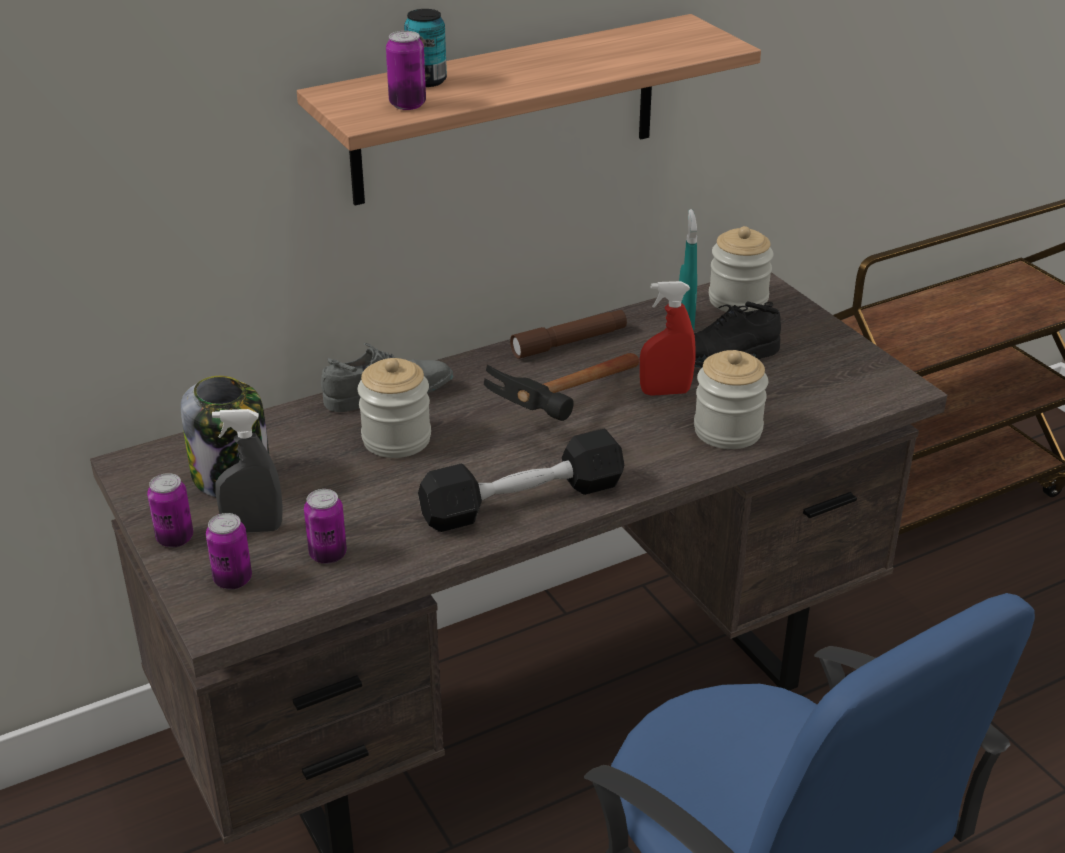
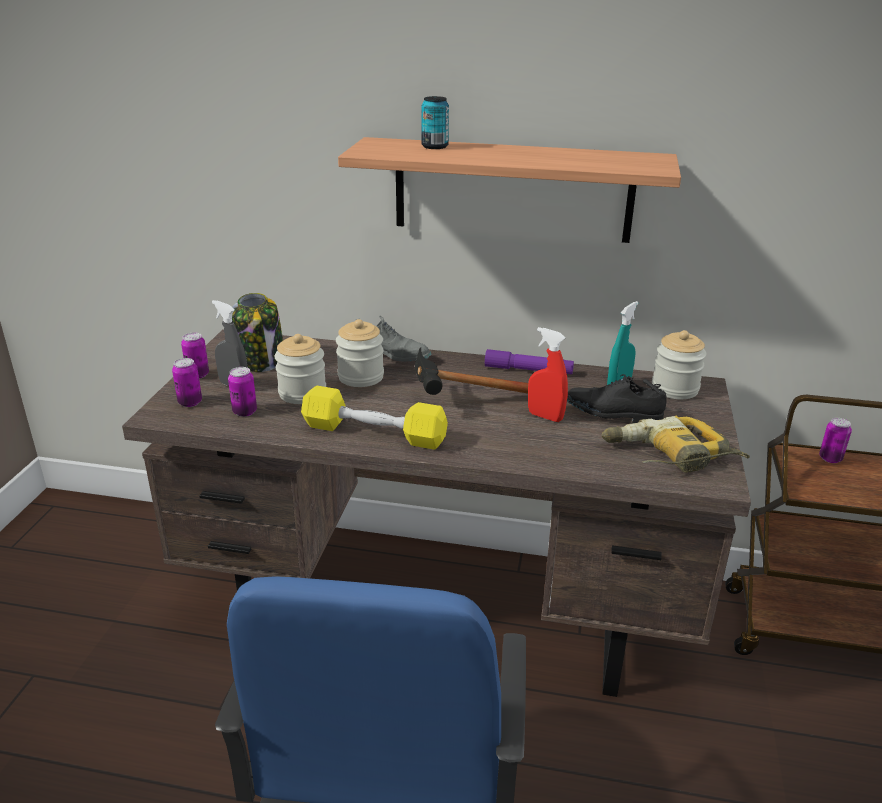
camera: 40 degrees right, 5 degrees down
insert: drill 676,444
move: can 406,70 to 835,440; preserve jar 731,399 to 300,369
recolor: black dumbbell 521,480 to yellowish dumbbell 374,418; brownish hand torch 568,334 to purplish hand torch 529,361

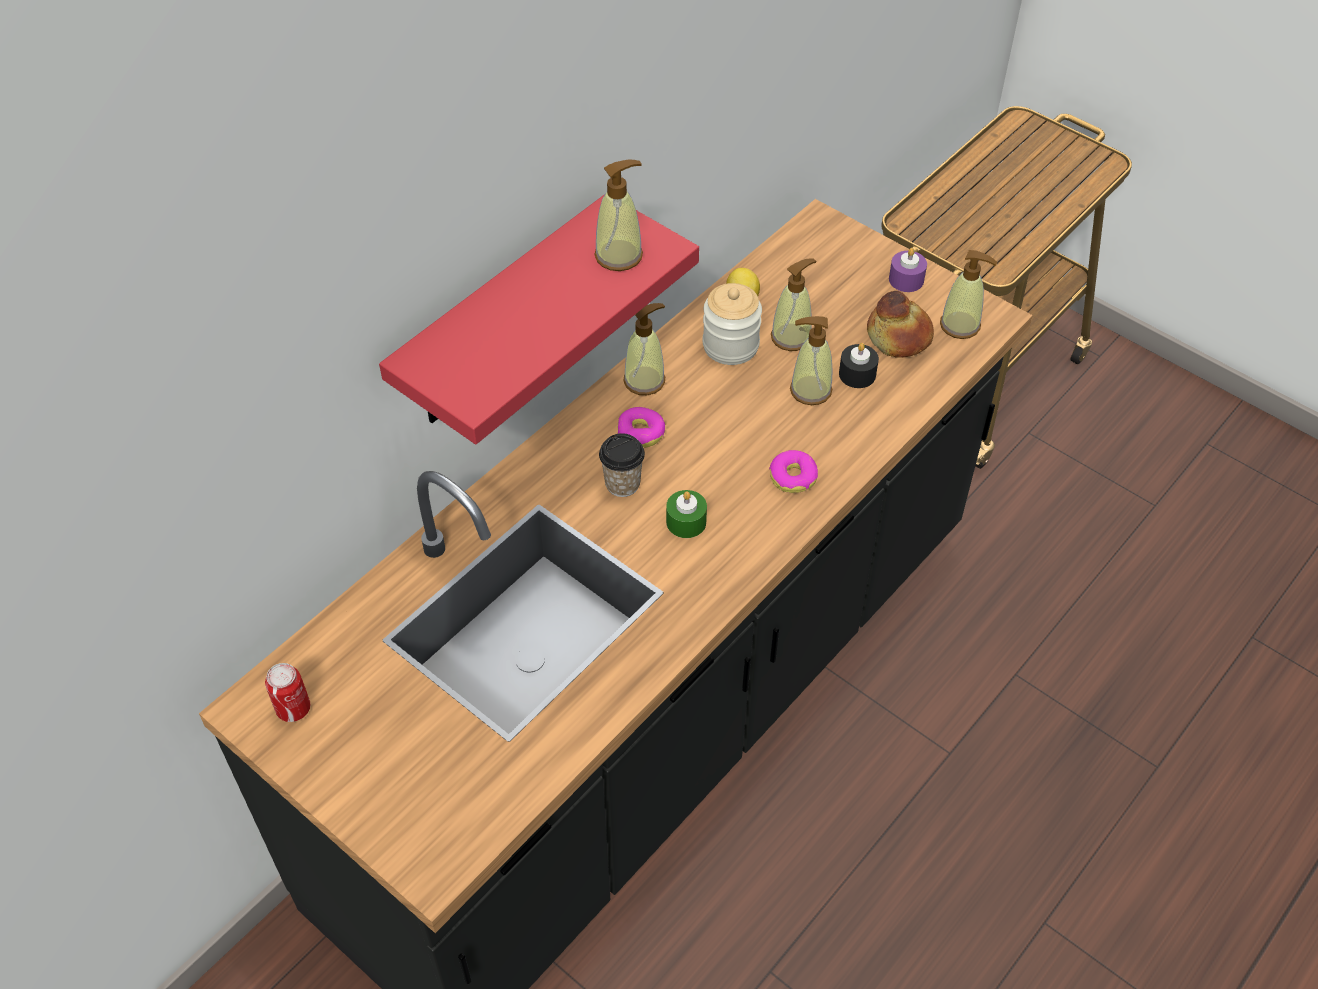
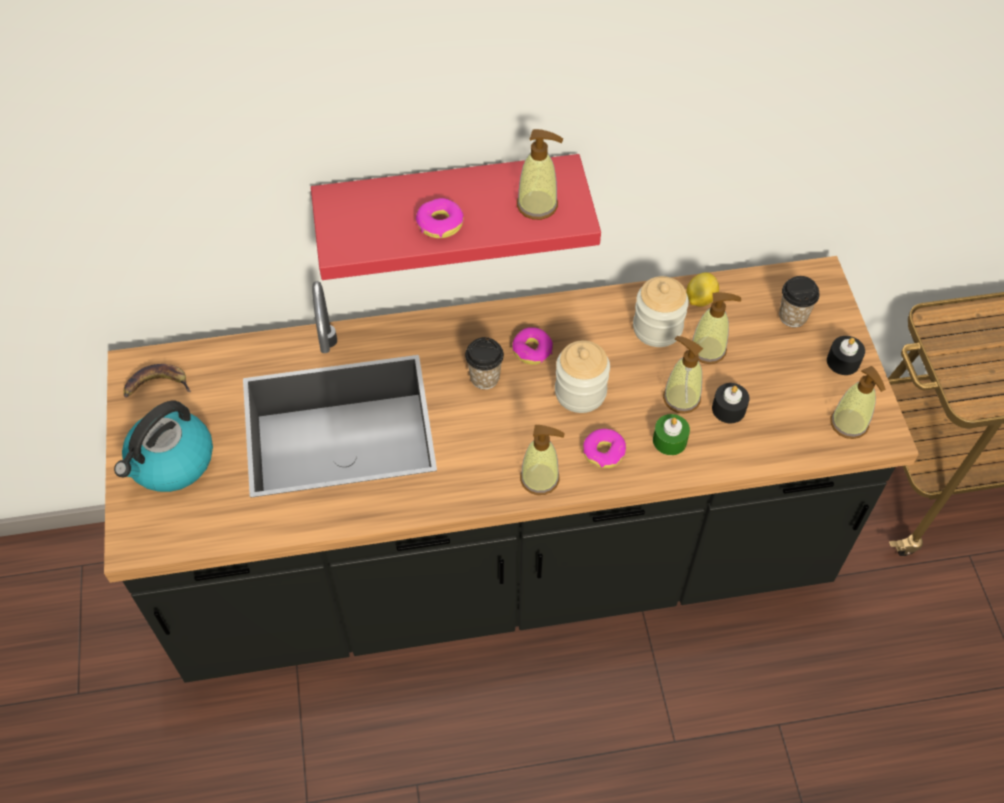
camera: 40 degrees right, 5 degrees up
delete: bread 900,324
insert: kettle 163,446; doughnut 440,218; preserve jar 582,377; drinking cup 799,301
move: soap bottle 644,349 to 542,460; green-coloured wax light 686,514 to 671,434
replace: can 287,692 to whole banana 157,381
recolor: purplish wax light 908,270 to black wax light 846,355

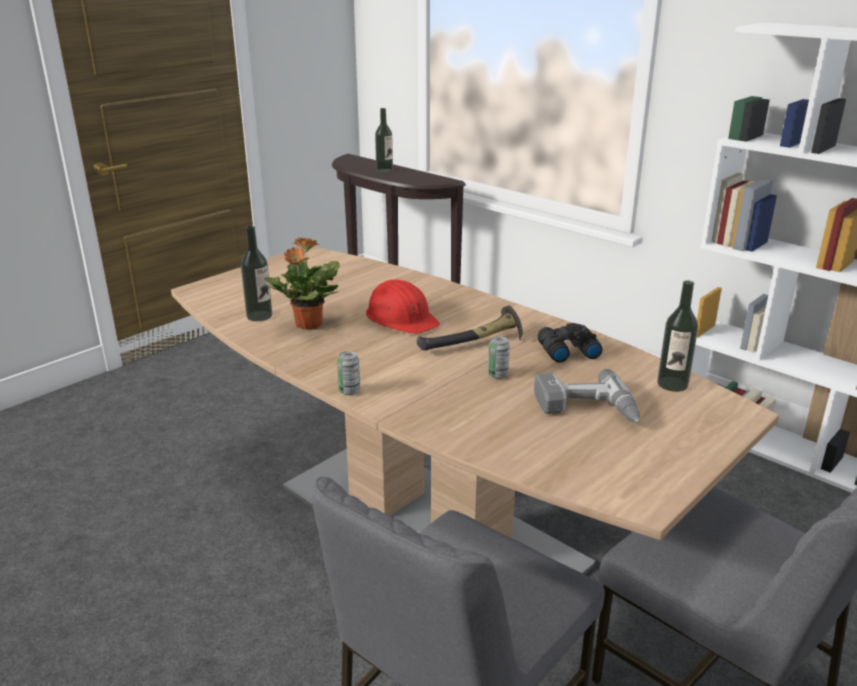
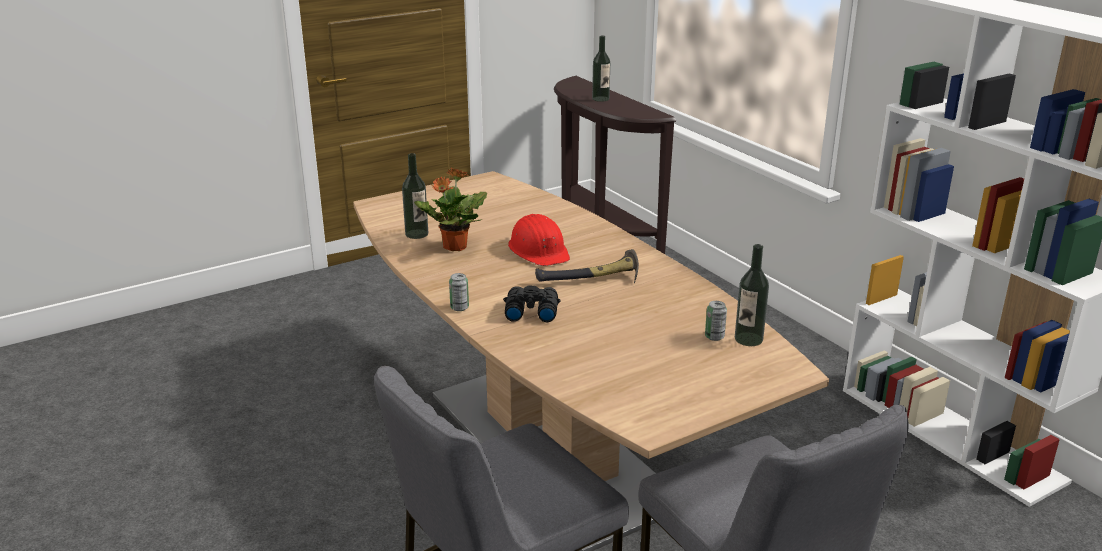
camera: 15 degrees right, 0 degrees up
delete: drill 587,396
move: can 499,357 to 716,321; black field glasses 569,343 to 532,304

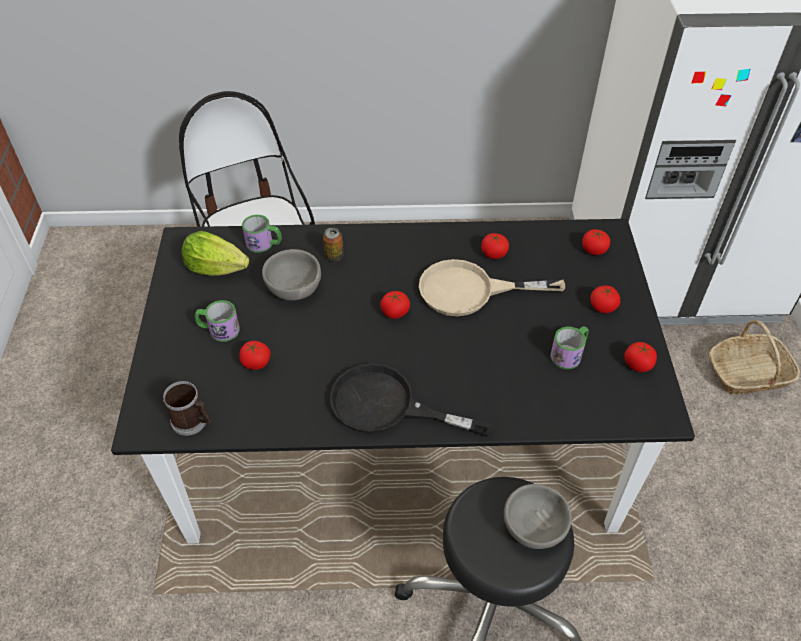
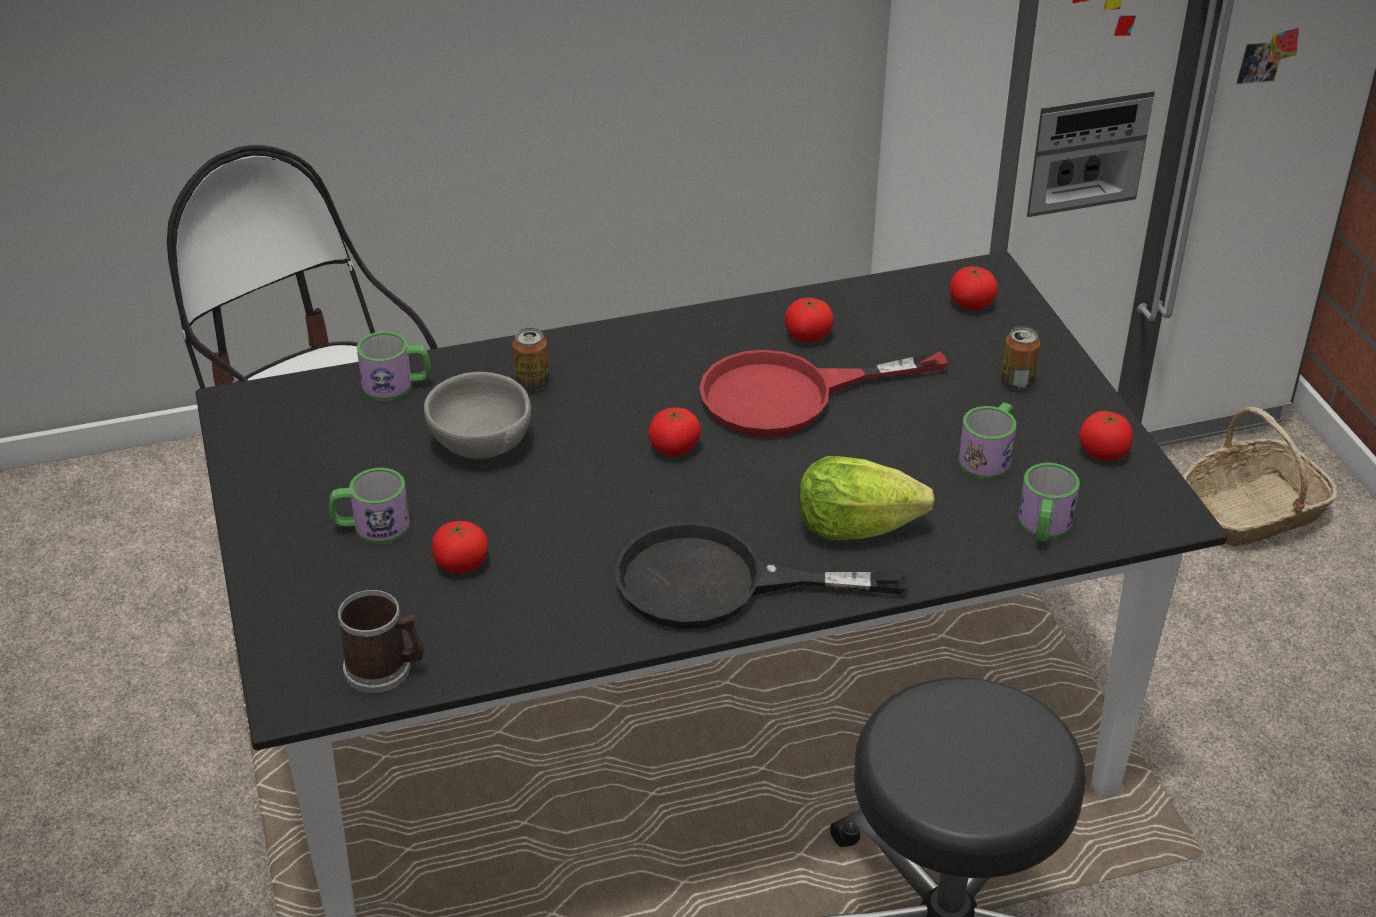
camera: 15 degrees left, 10 degrees down
delete: greyish deep dish 538,516
insert: tea mug 1049,502
move: lettuce 215,253 to 867,498
replace: fresh tomato 605,299 to can 1020,358
recolor: sand-coloured frying pan 492,287 to red frying pan 823,393

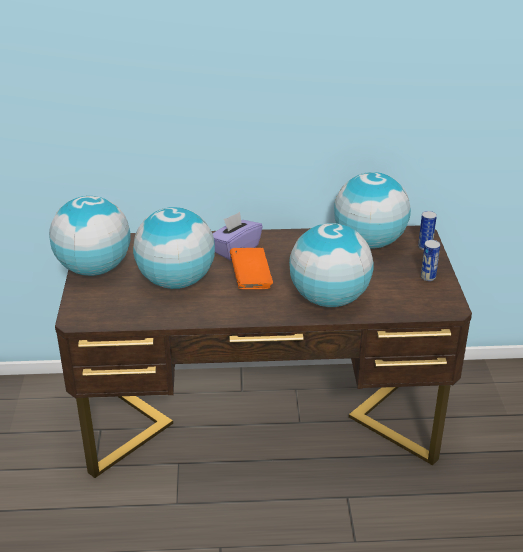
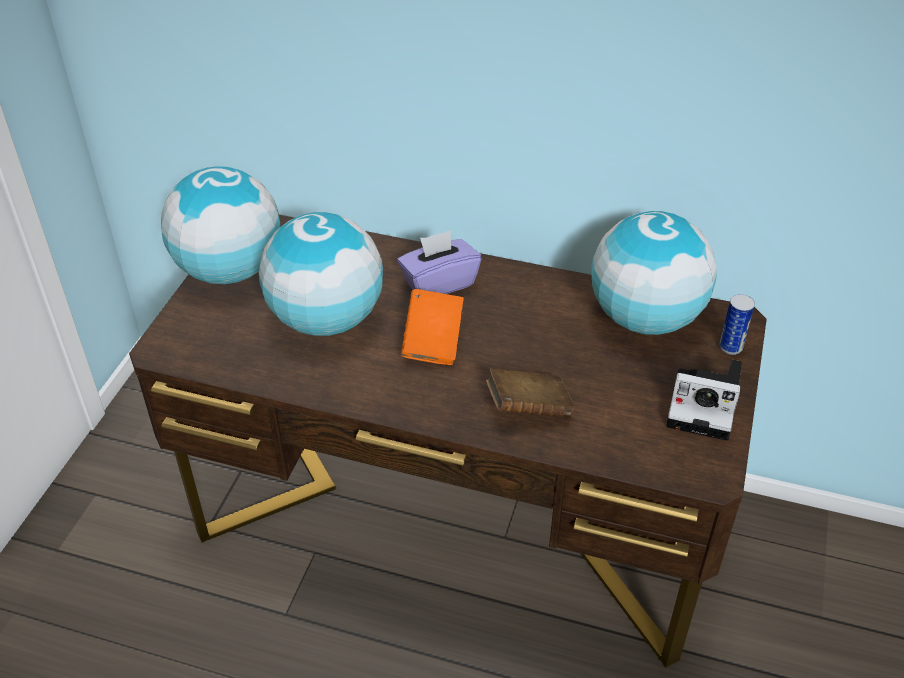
camera: 20 degrees right, 10 degrees up
replace: desk globe 331,265 to brownish book 530,393; can 430,260 to still camera 704,400

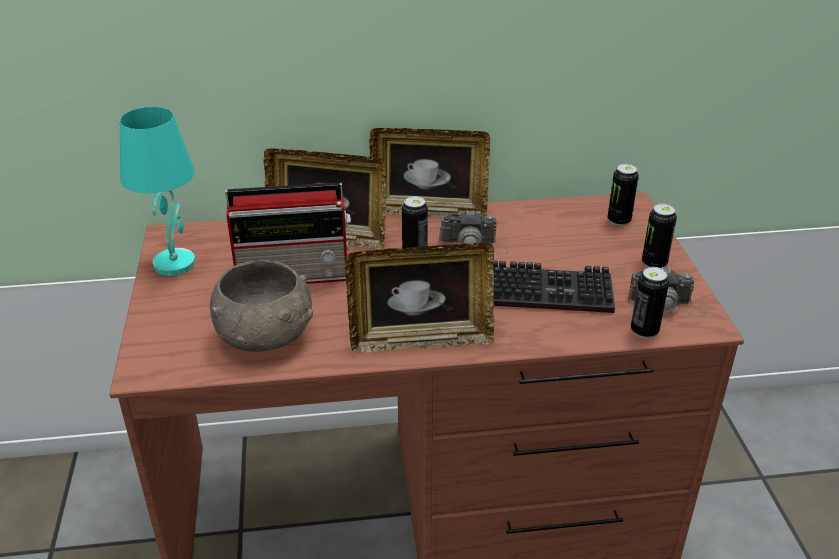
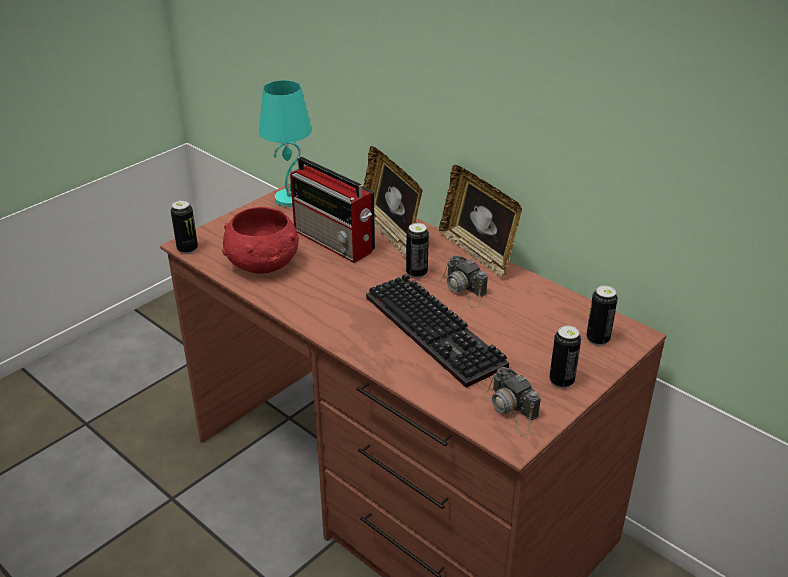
camera: 50 degrees right, 0 degrees up
delete: picture frame 419,298
move: can 650,303 to 184,227
recolor: greyish deep dish 261,306 to red deep dish 260,240

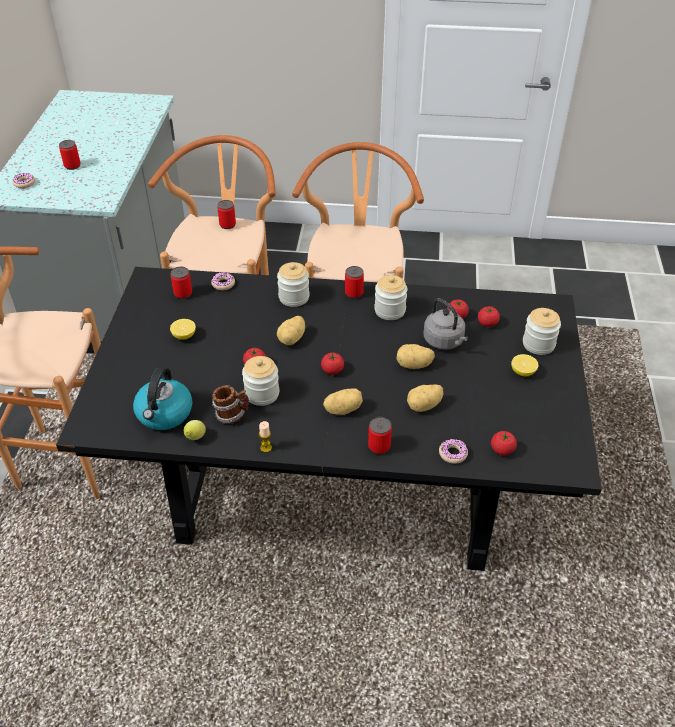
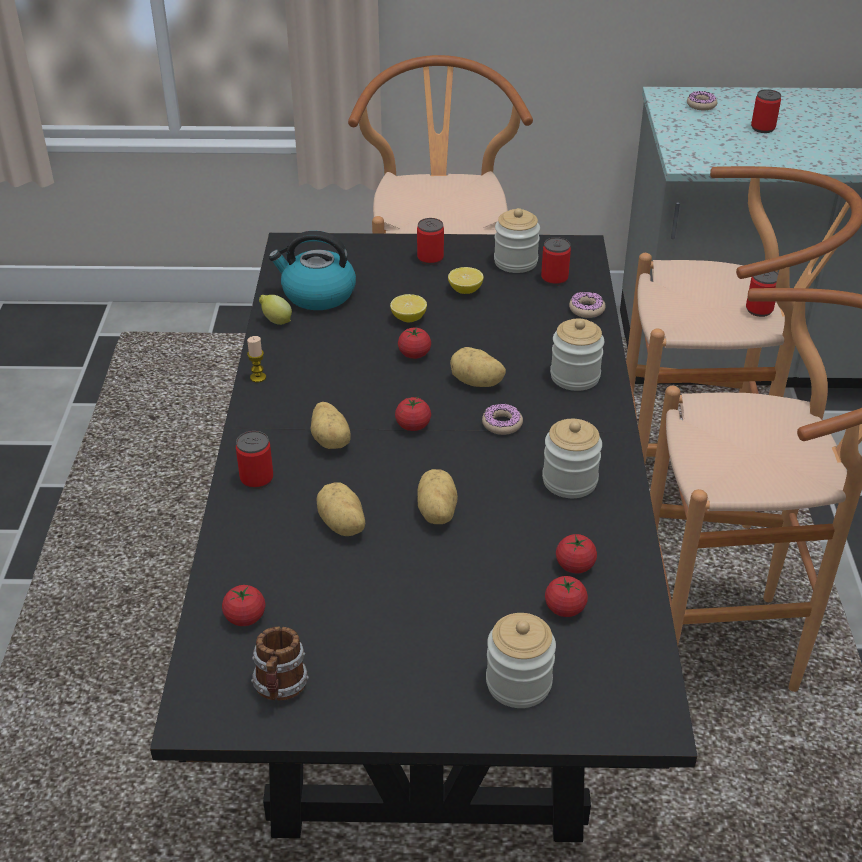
camera: 85 degrees right, 5 degrees down
delete: greyish kettle 446,324
move: tea mug 230,404 to 280,663; preserve jar 260,381 to 517,240; can 354,282 to 430,241; doughnut 453,451 to 502,419; whole lemon 524,365 to 408,308

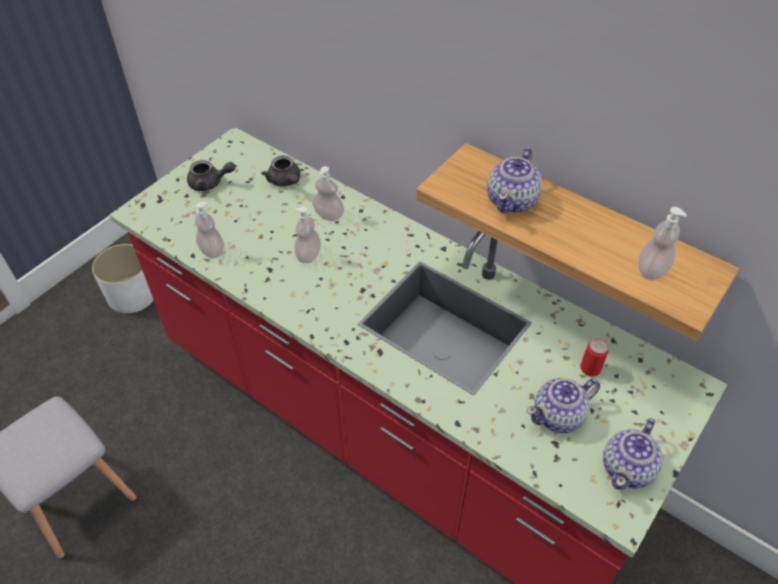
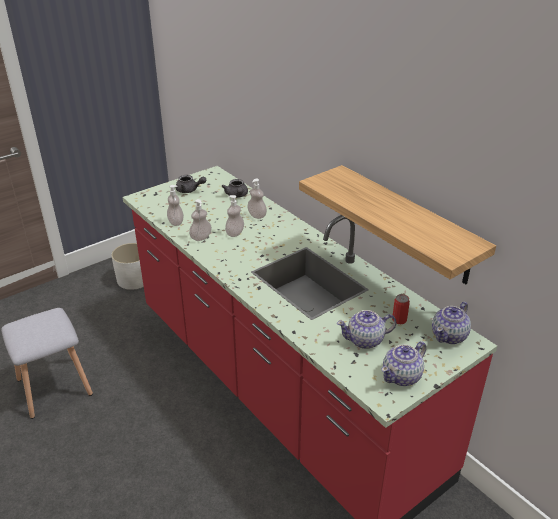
camera: 15 degrees right, 15 degrees down
move: teapot 514,180 to 451,323; soap bottle 662,243 to 200,220

